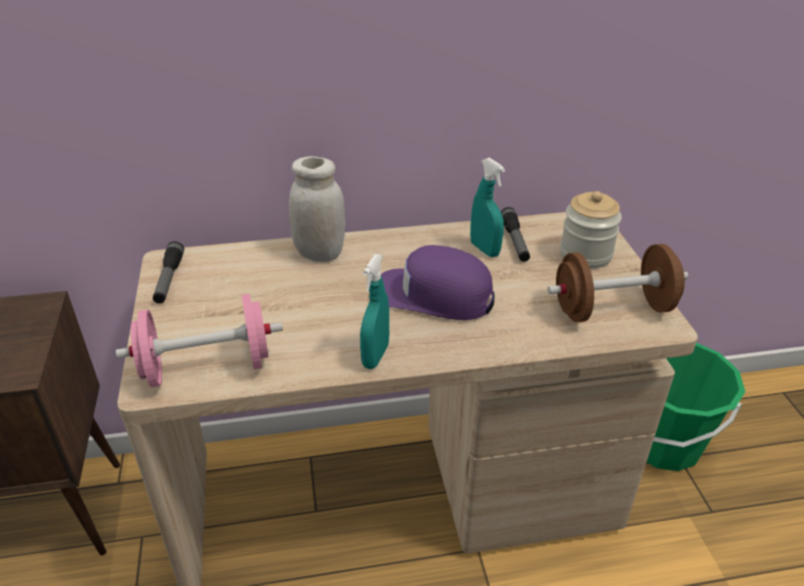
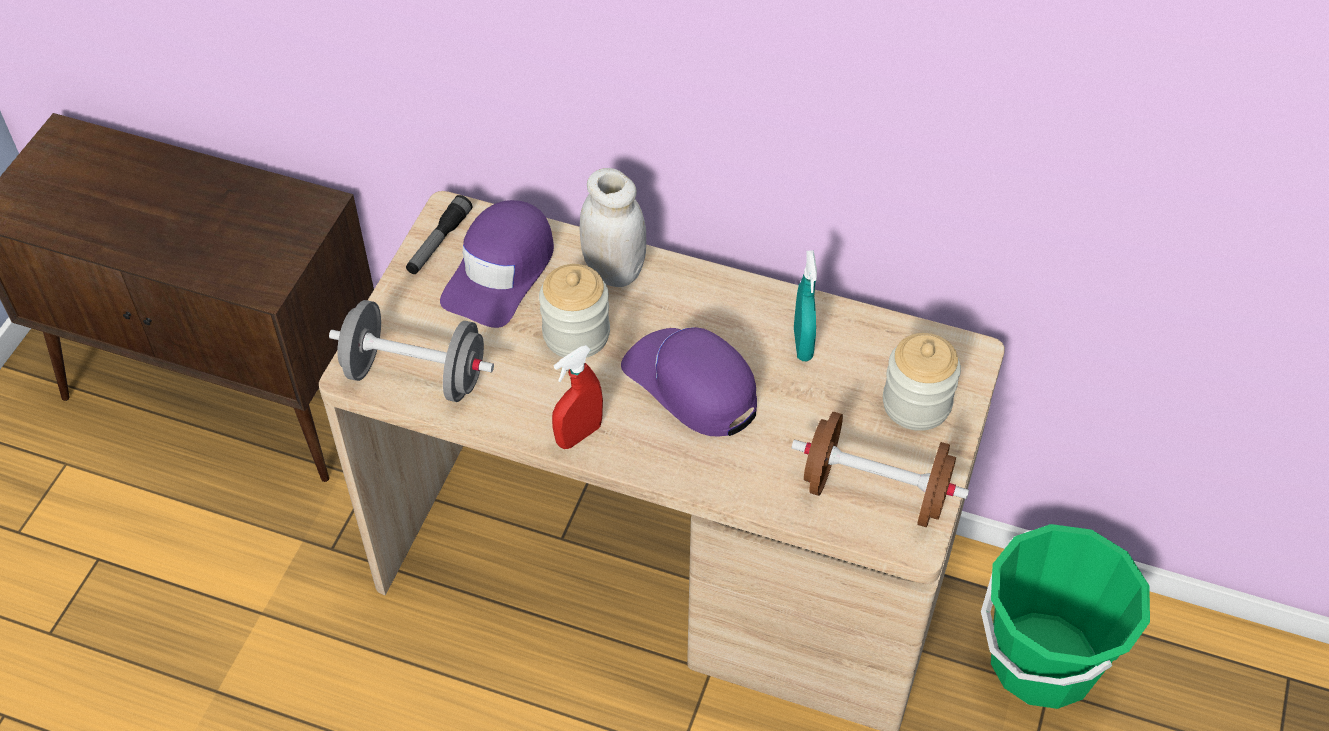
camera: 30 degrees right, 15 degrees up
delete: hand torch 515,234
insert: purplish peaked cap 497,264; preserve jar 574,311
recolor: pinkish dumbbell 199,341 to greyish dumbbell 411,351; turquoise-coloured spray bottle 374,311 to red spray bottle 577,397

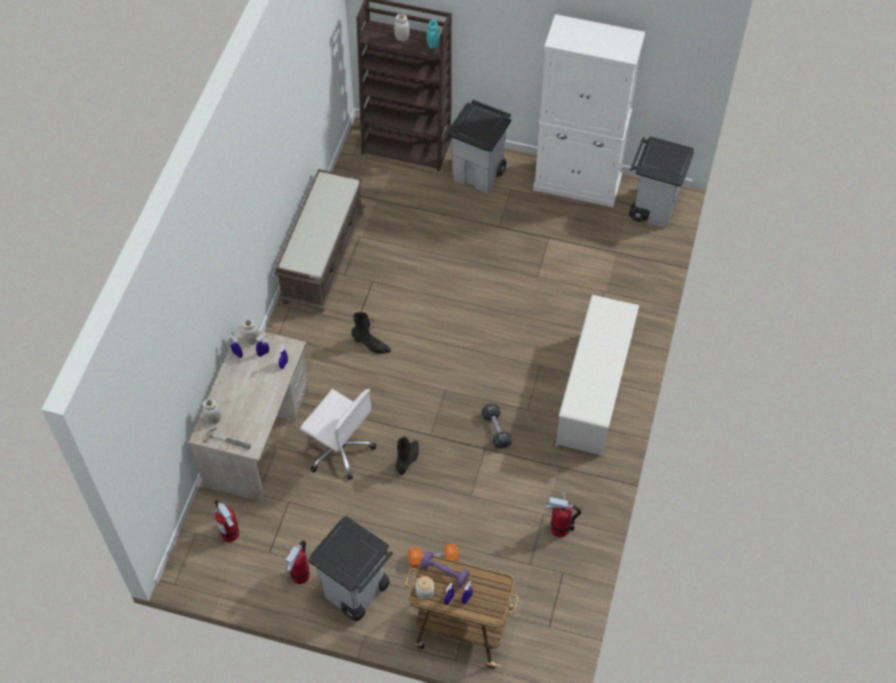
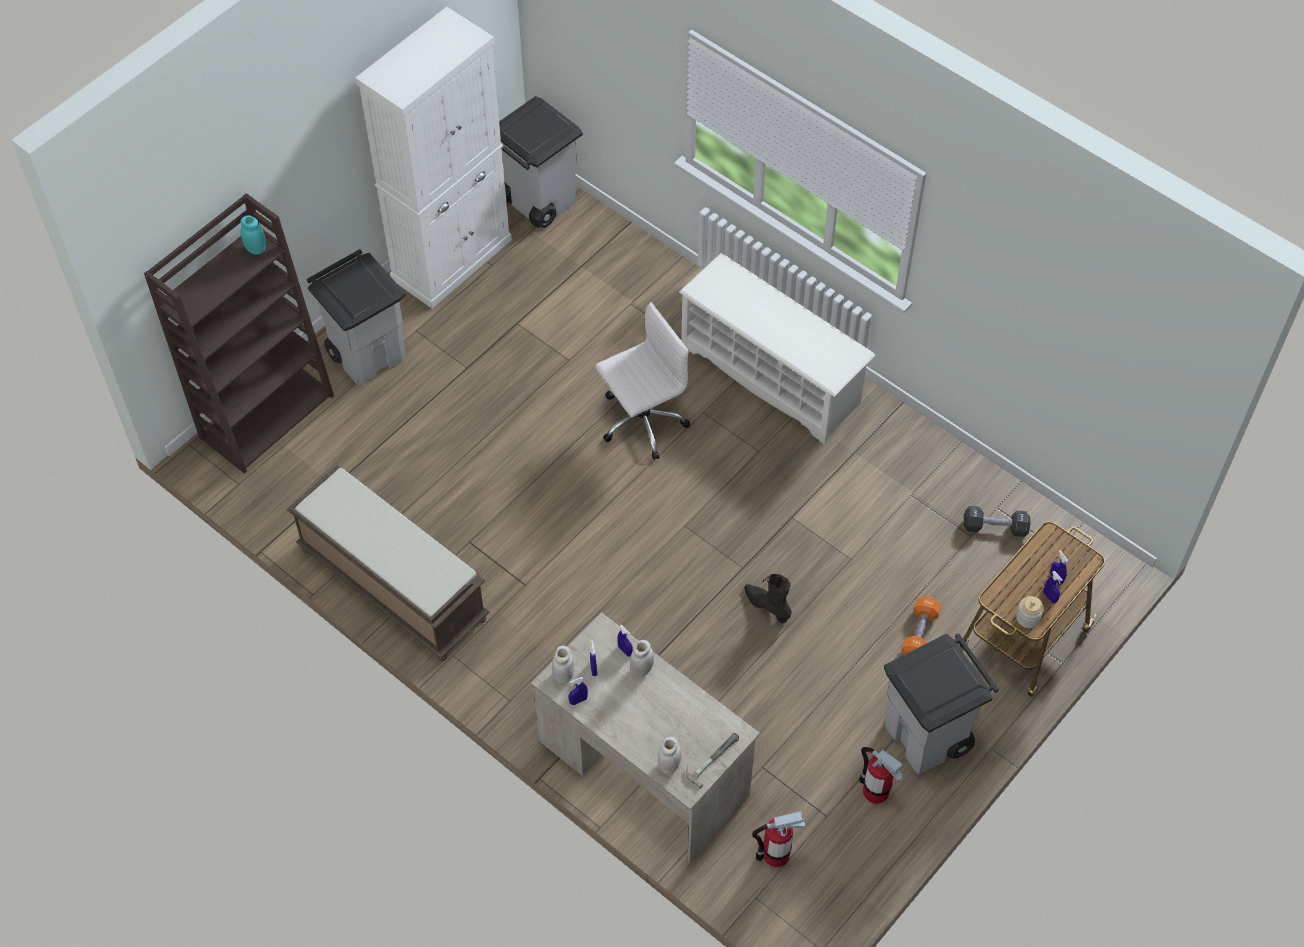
camera: 65 degrees left, 0 degrees up
delete: black high-top boot 371,333; purplish dumbbell 444,569; fire-fighting cylinder 563,514
move: white-coloured desk chair 338,434 to 642,381; white-coloured preserve jar 402,27 to 642,658; black dumbbell 497,426 to 997,521

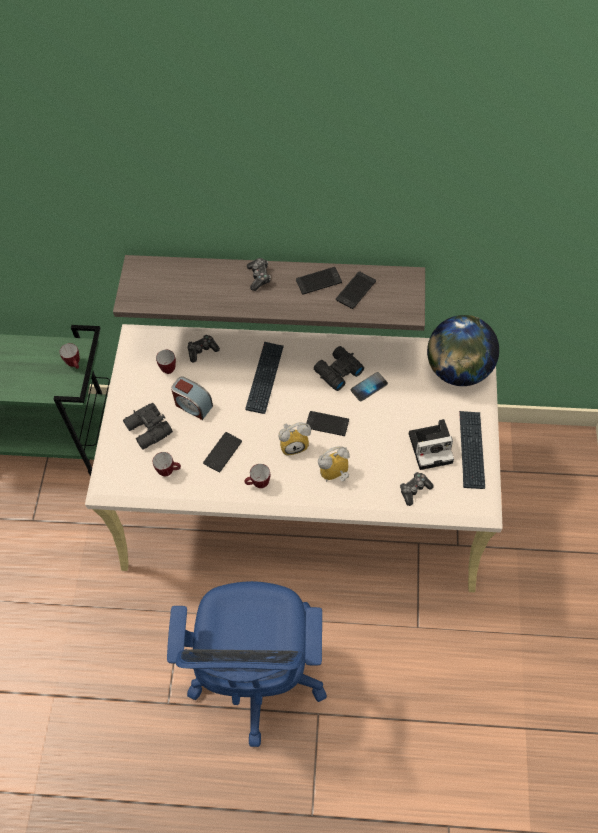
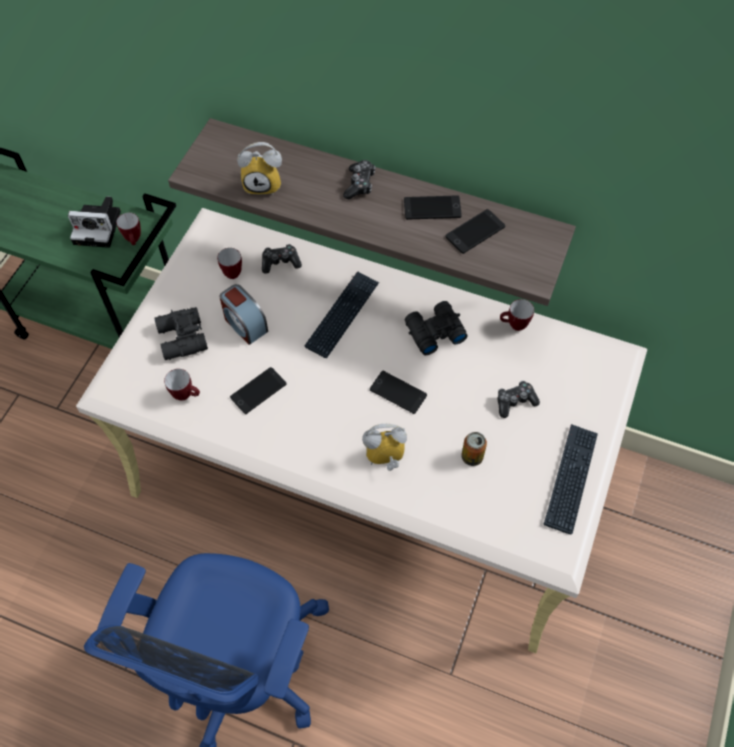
camera: 15 degrees right, 0 degrees up
delete: telephone 369,387; desk globe 463,350
insert: can 474,449
move: tea mug 257,476 to 517,315; bedside clock 294,438 to 259,168; joypad 417,489 to 518,399; still camera 431,444 to 94,222

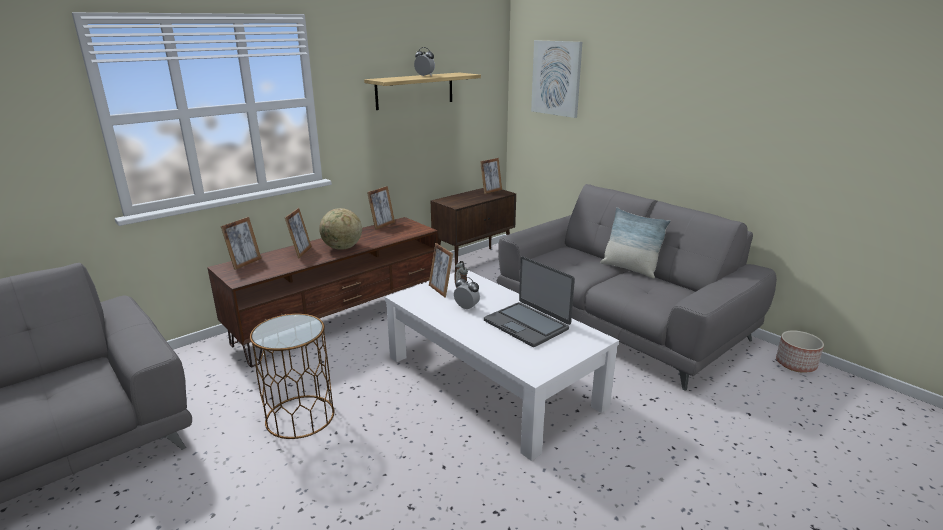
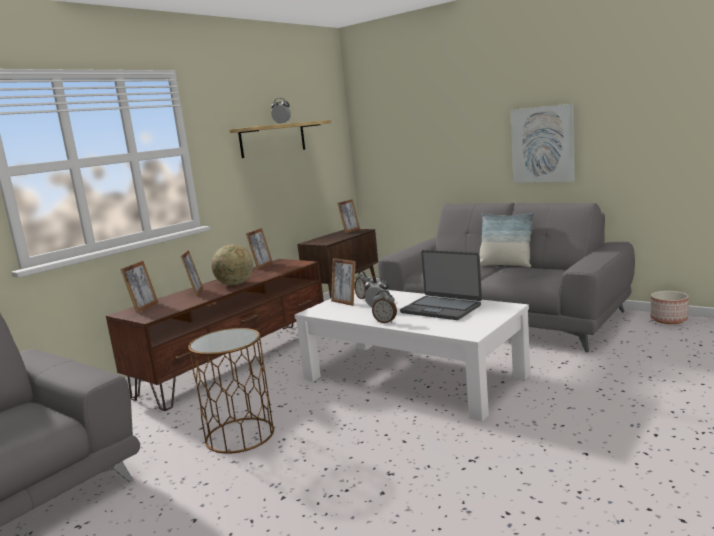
camera: 10 degrees left, 10 degrees down
insert: bedside clock 384,306
move: wall picture 556,79 to 542,143

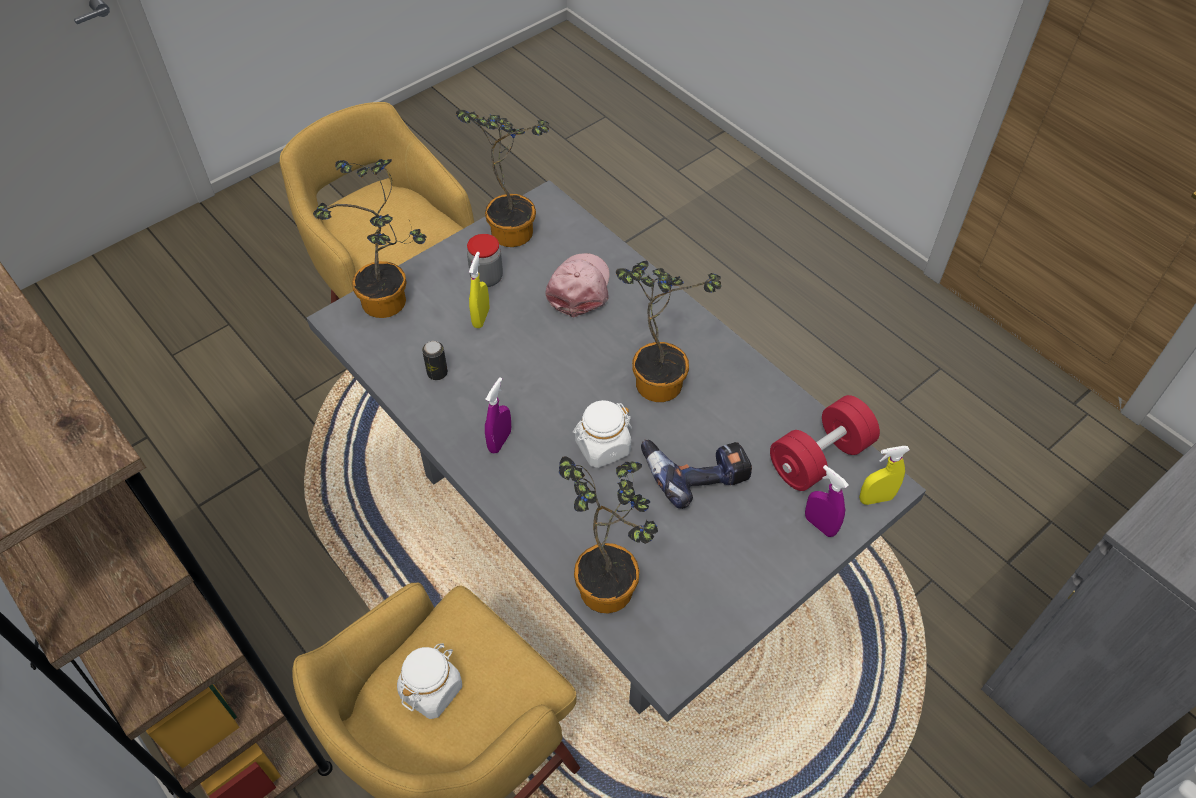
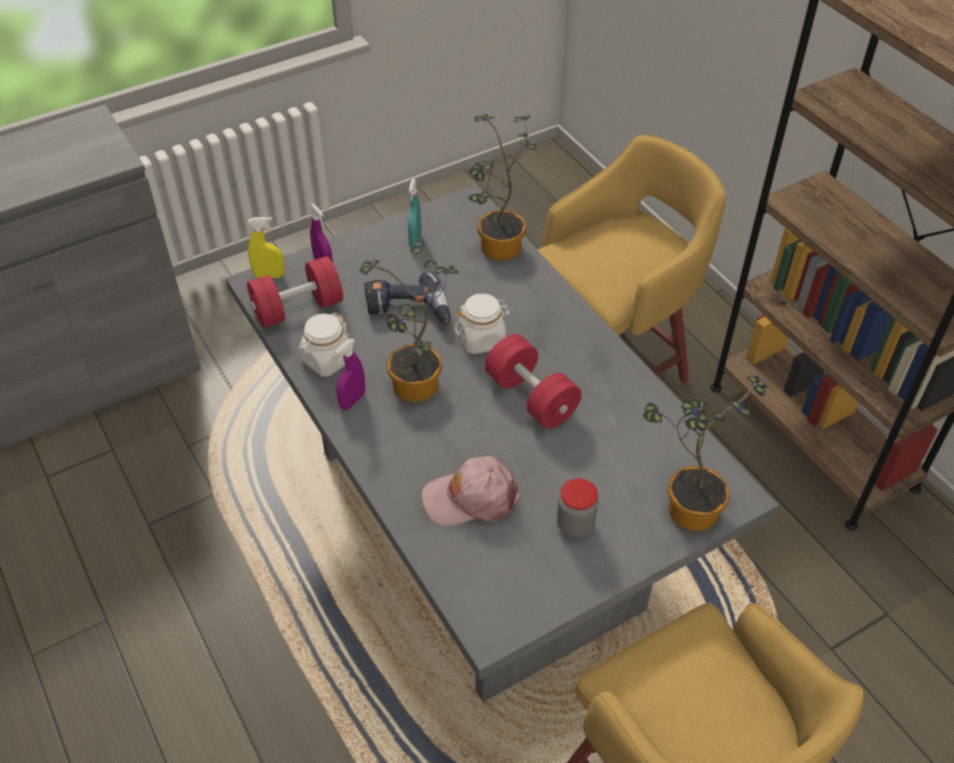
camera: 170 degrees left, 5 degrees down
delete: can 435,360; plant in a pot 502,178; yellowish spray bottle 479,290
insert: turquoise-coloured spray bottle 414,213; red dumbbell 533,381
move: white-coloured preserve jar 429,681 to 326,345; purplish spray bottle 498,415 to 350,374
rotate: pinkish peaked cap 578,285 = 471,491 60 degrees clockwise

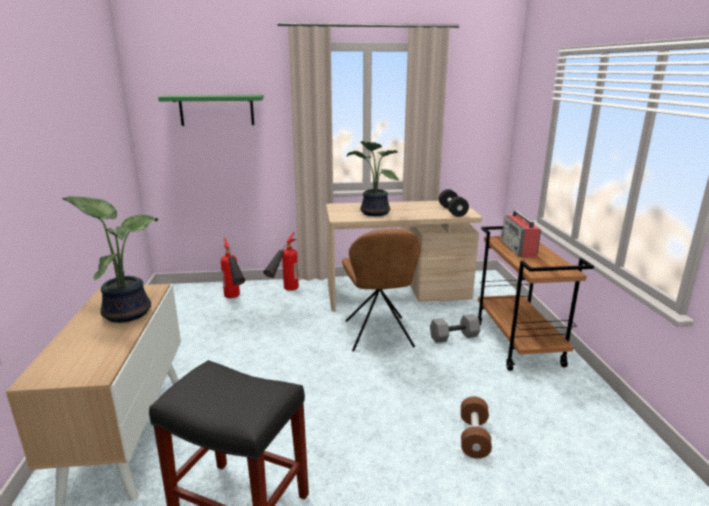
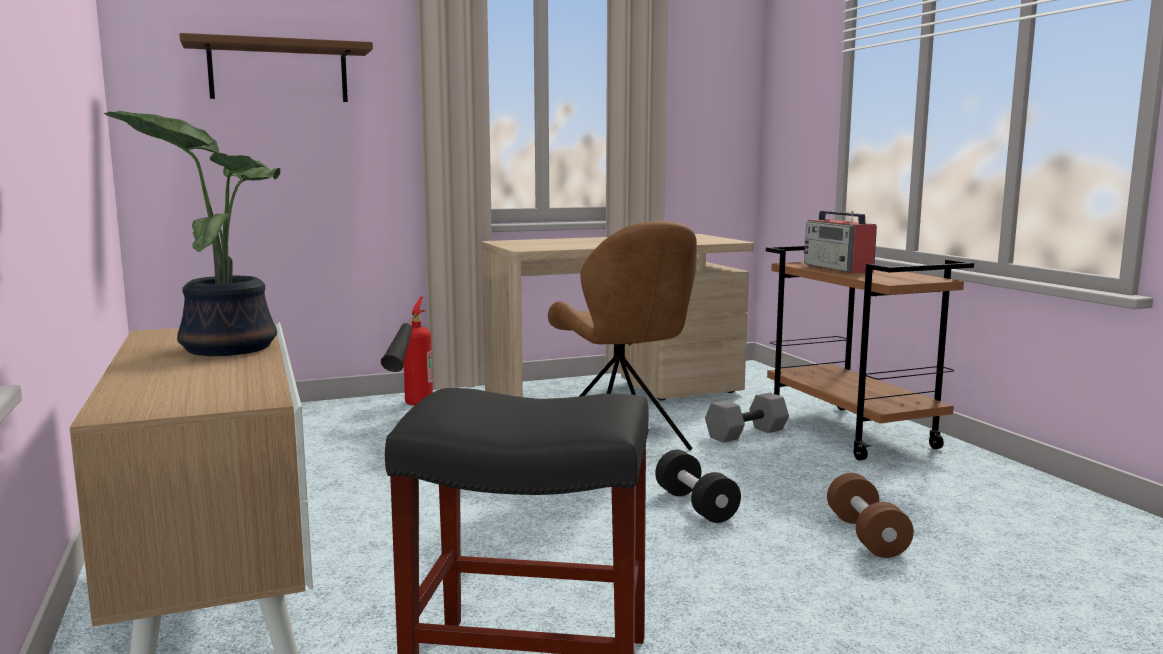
camera: 15 degrees left, 10 degrees down
delete: fire-fighting cylinder 233,268; plant in a pot 373,178
move: black dumbbell 454,203 to 698,486
recolor: green-coloured wall shelf 211,110 to brownish wall shelf 276,67

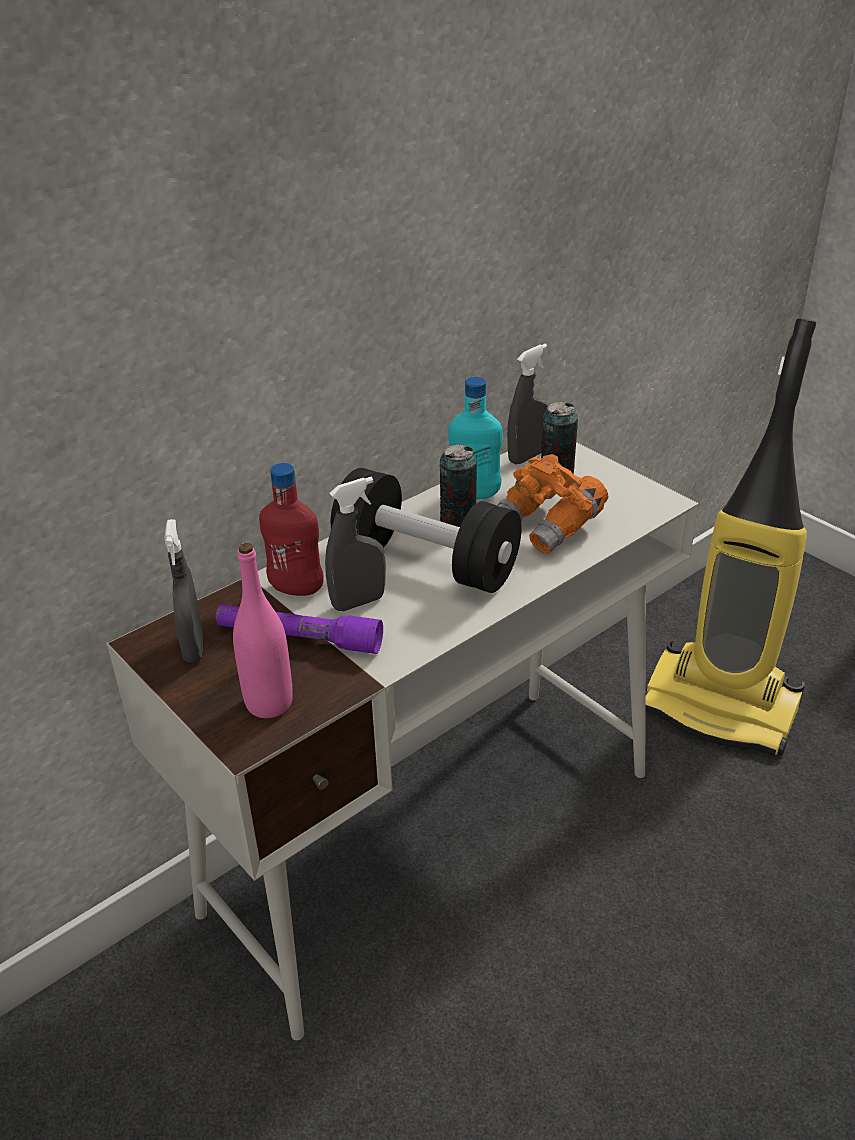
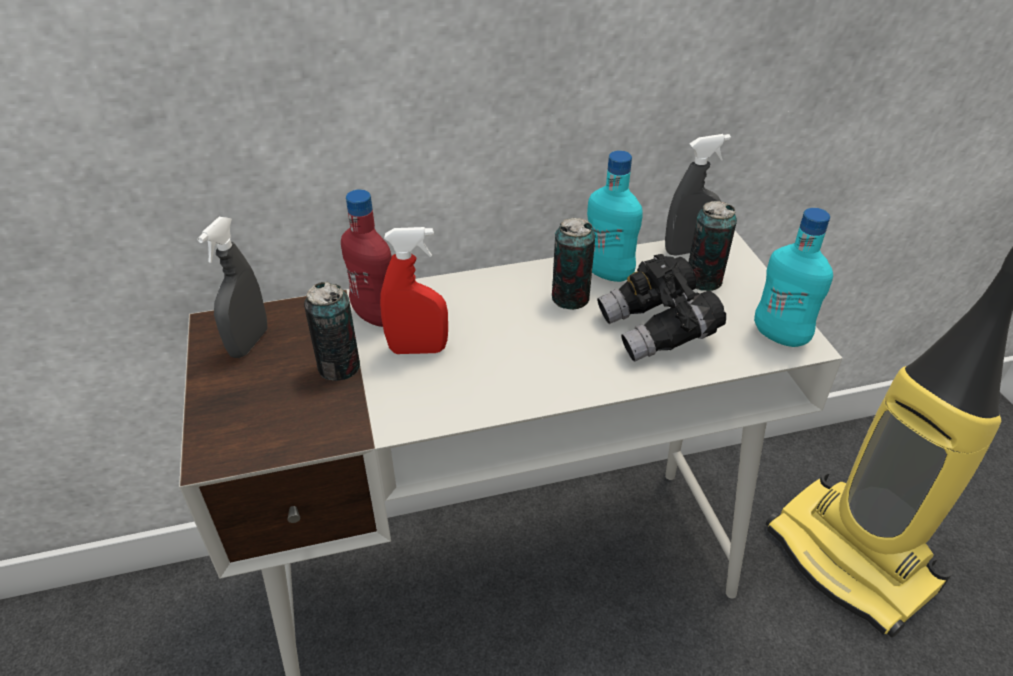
camera: 25 degrees right, 5 degrees up
delete: pinkish beverage bottle 263,630; black dumbbell 426,530
insert: turquoise-coloured beverage bottle 793,277
replace: purplish hand torch 299,629 to can 332,331
recolor: greyish spray bottle 355,544 to red spray bottle 414,290; orangey field glasses 552,504 to black field glasses 661,308

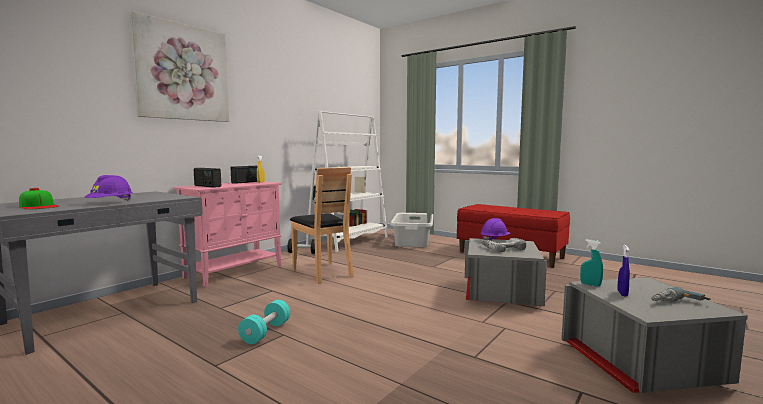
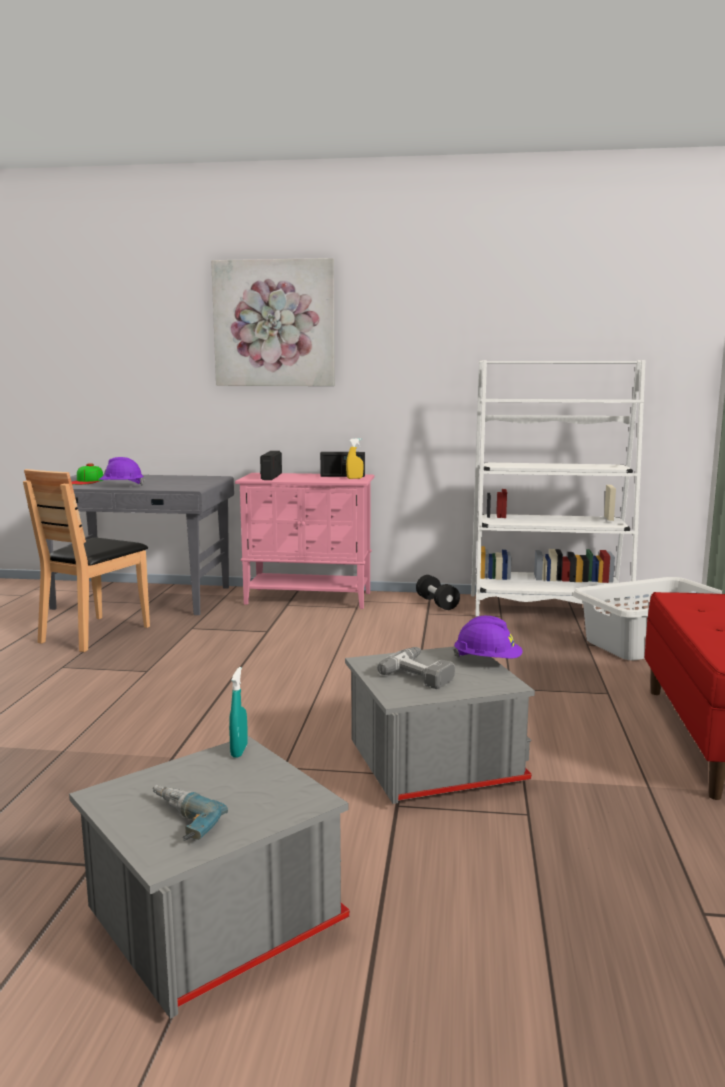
camera: 60 degrees right, 5 degrees up
delete: turquoise-coloured dumbbell 264,322; bluish spray bottle 624,270
move: brownish plain chair 322,225 to 86,560

